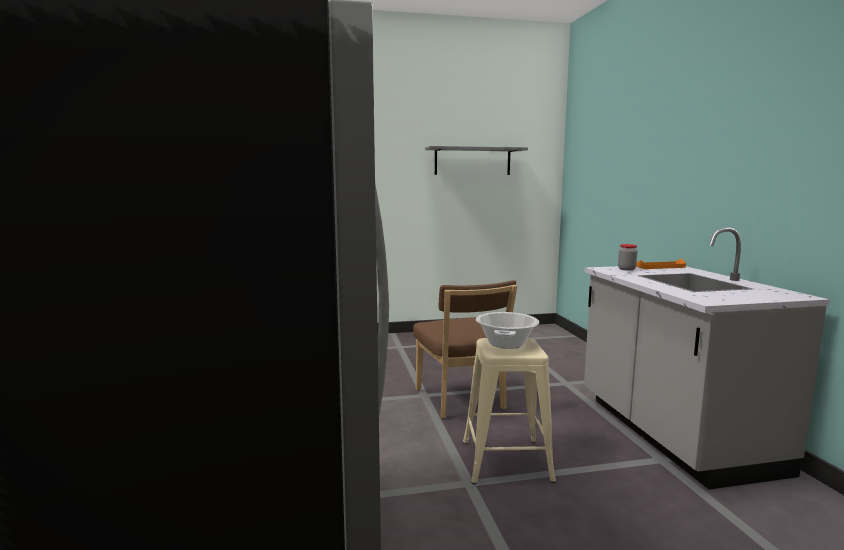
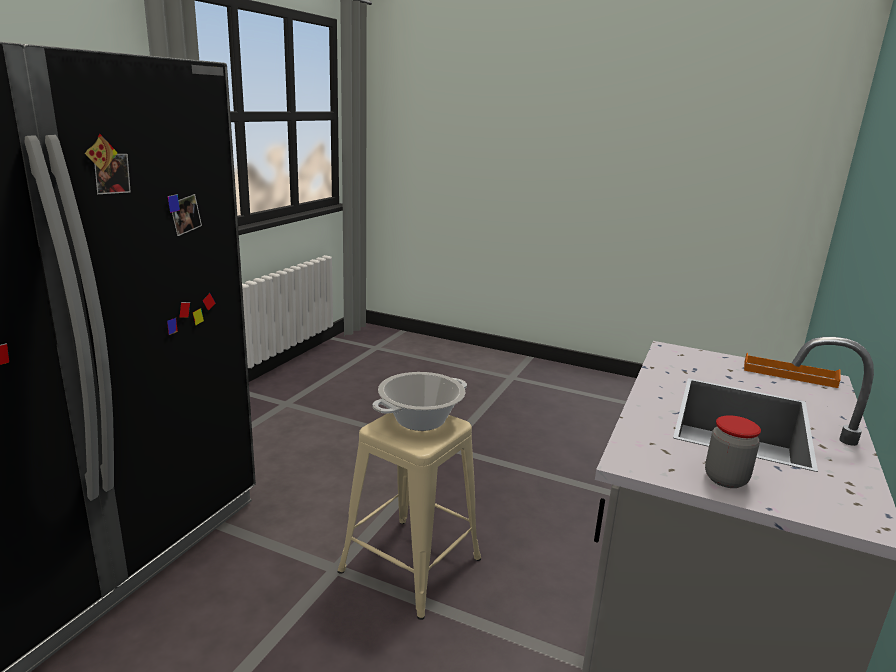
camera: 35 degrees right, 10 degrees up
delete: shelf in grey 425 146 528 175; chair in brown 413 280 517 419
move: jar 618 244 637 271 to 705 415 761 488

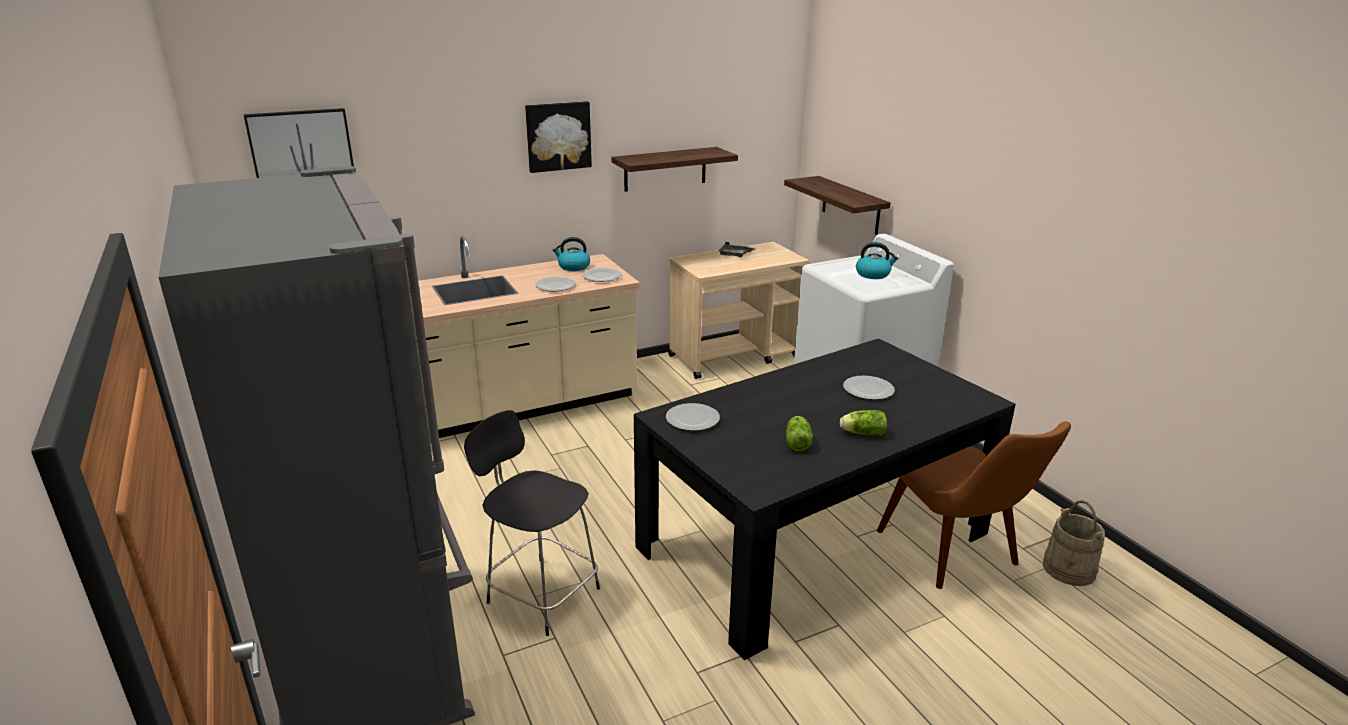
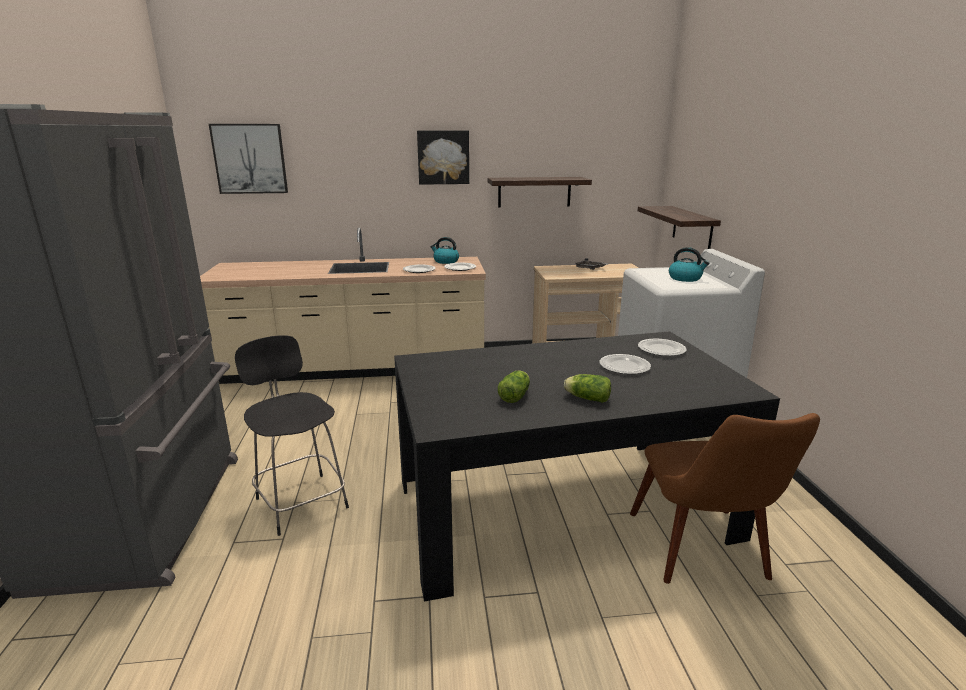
camera: 20 degrees right, 5 degrees down
delete: bucket in beige 1043 500 1105 586
move: plate 666 403 720 431 to 638 339 687 356

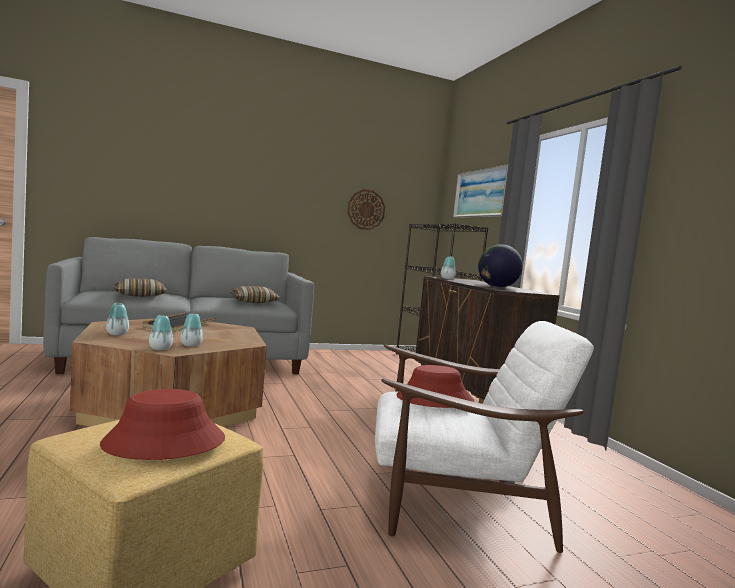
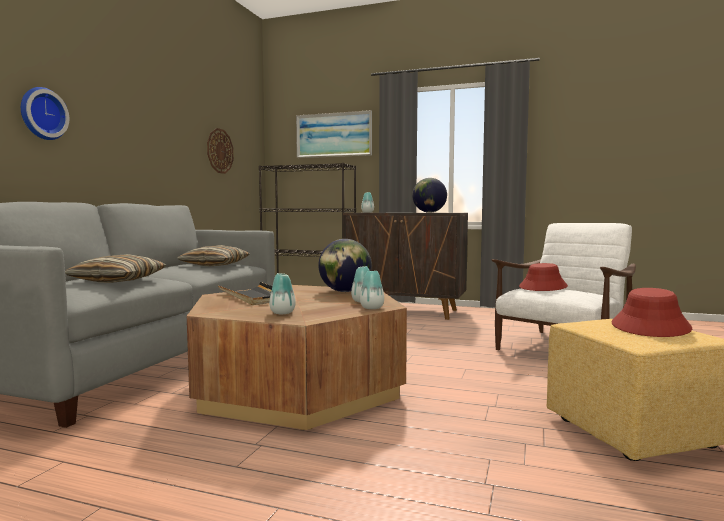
camera: 50 degrees left, 0 degrees up
insert: wall clock 21 87 69 140; globe 318 239 372 292

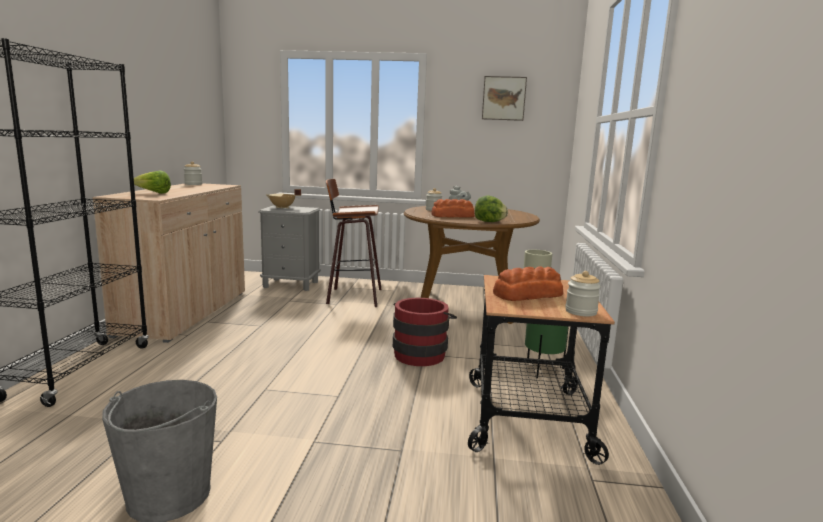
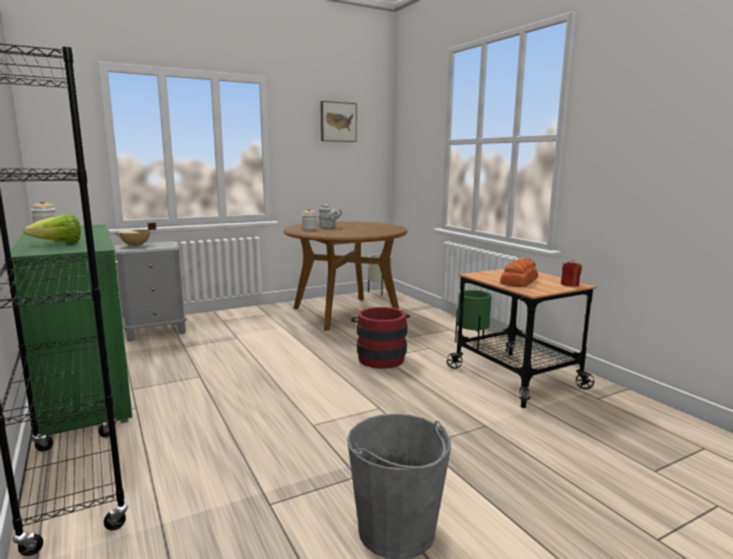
camera: 35 degrees left, 0 degrees up
delete: stool 326 179 381 307; lettuce 475 196 508 222; bread 431 199 475 218
replace: jar 565 271 601 316 to candle in red 561 260 582 287
recolor: cabinet in beige 92 183 245 343 to cabinet in green 10 224 132 436

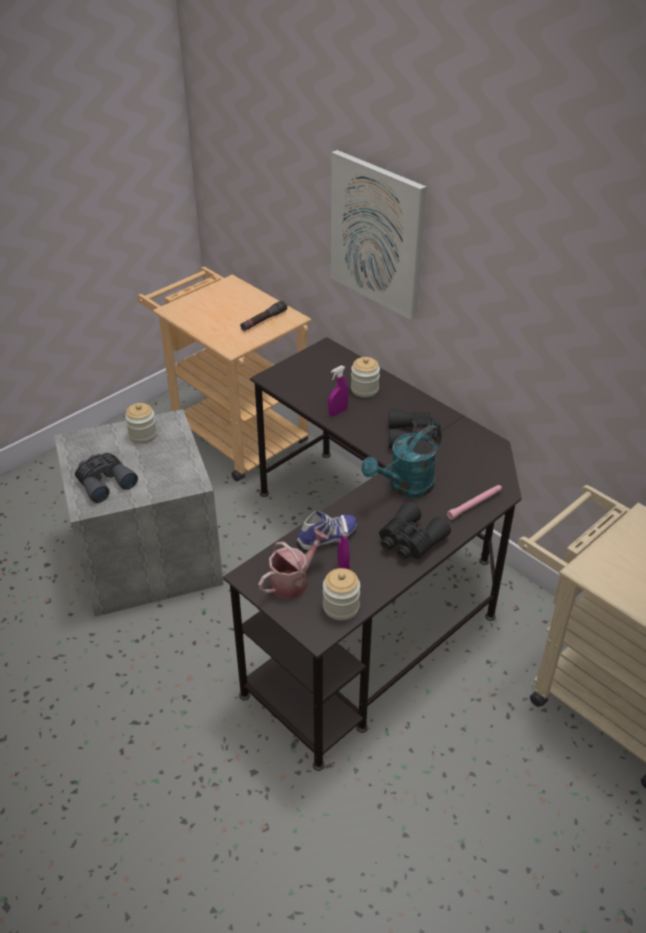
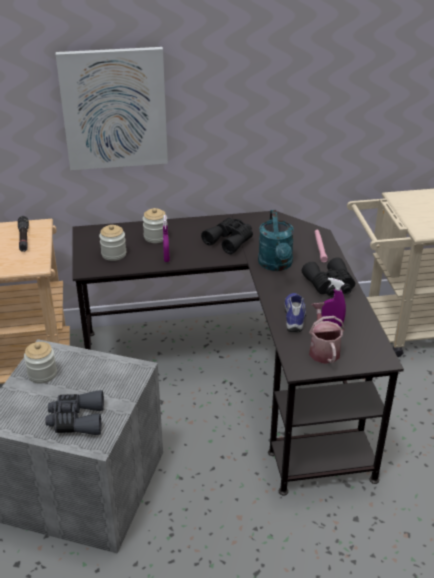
camera: 55 degrees left, 5 degrees down
move: jar 323 568 360 621 to 99 225 126 261

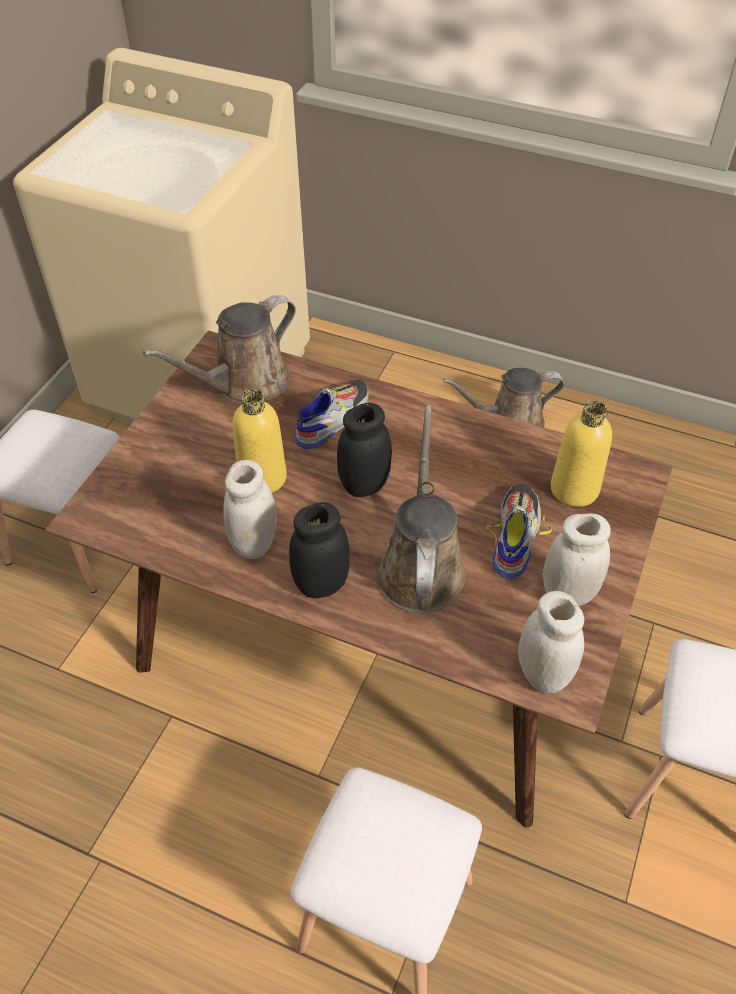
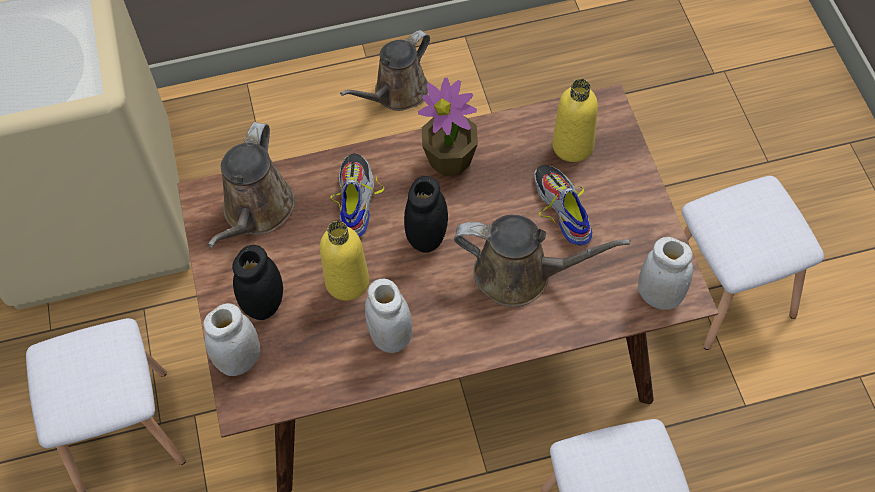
camera: 35 degrees left, 10 degrees up
insert: potted plant 418 78 478 176
move: jar in black 289 502 350 598 to 232 245 283 320; jar in white 543 513 611 606 to 203 303 260 376
rotate: watering can in brown 376 405 465 613 = 454 214 631 307 135 degrees clockwise

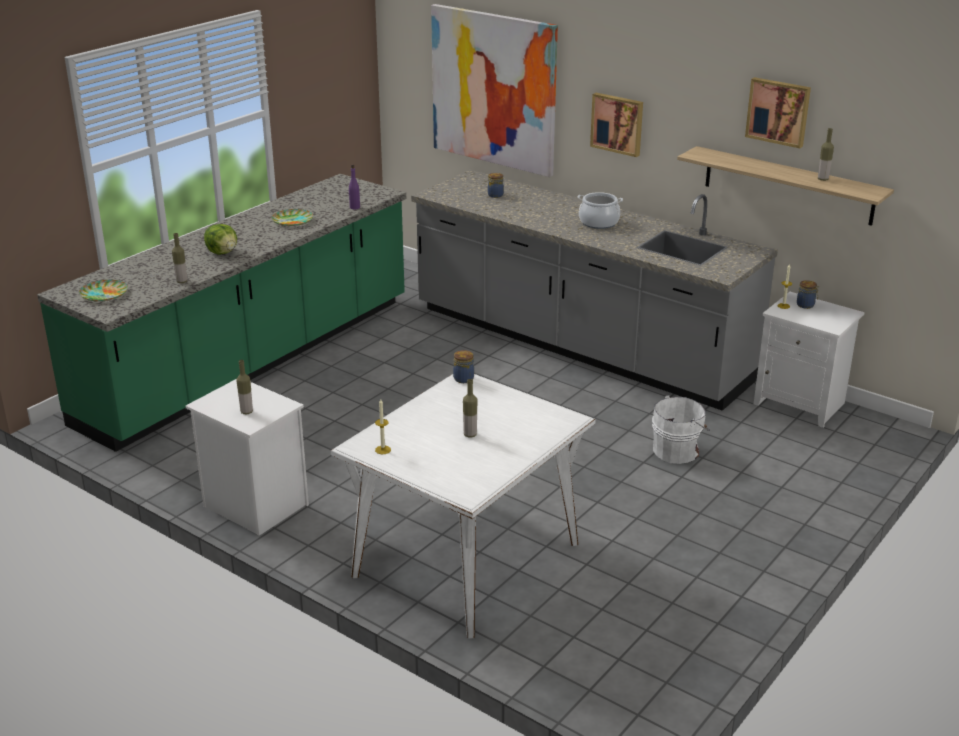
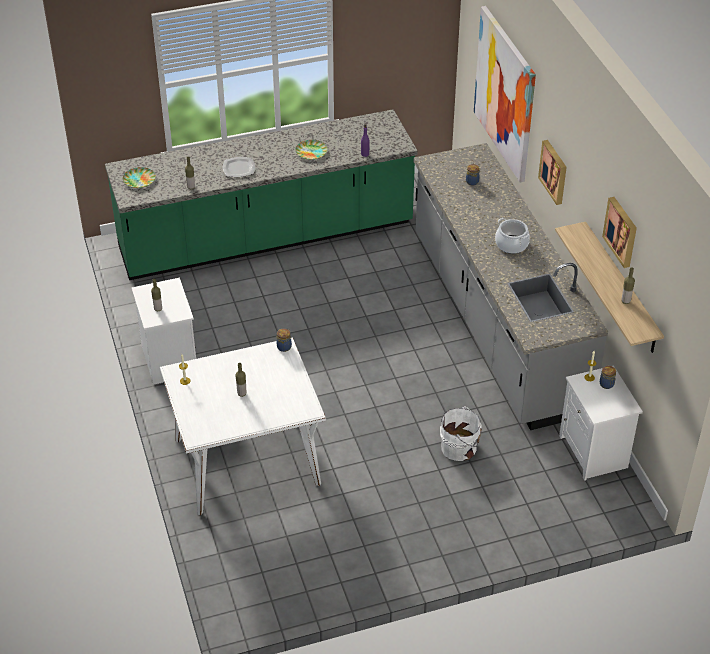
camera: 35 degrees right, 15 degrees up
replace: lettuce 204 224 237 255 to plate 223 157 255 177

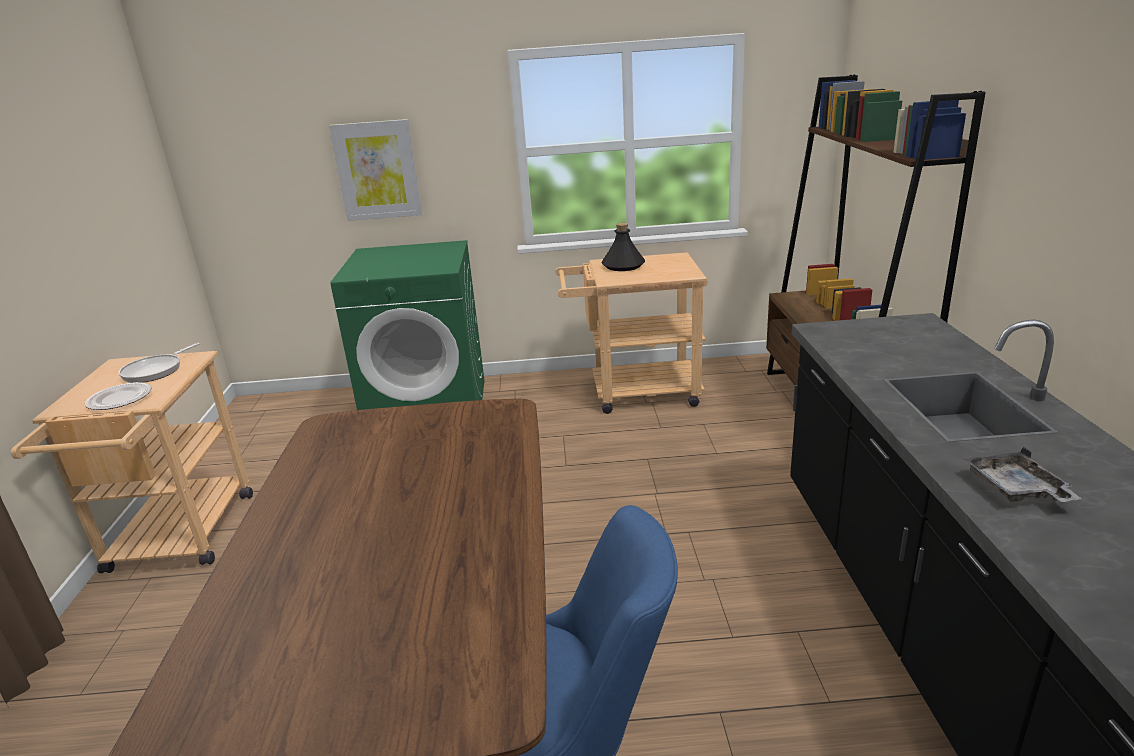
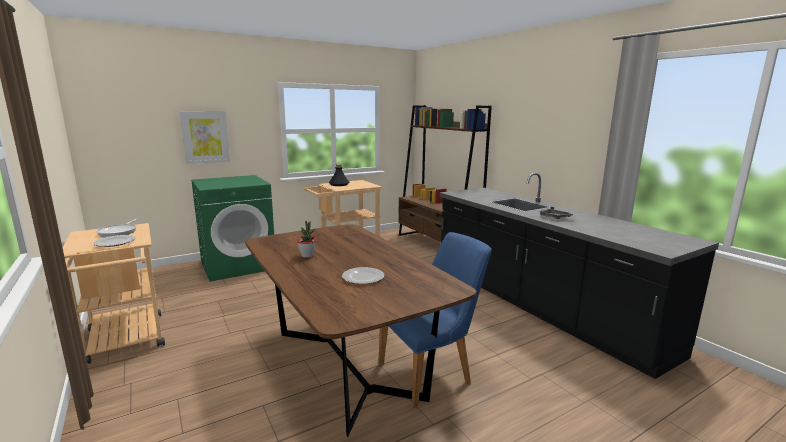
camera: 30 degrees left, 10 degrees down
insert: potted plant 297 221 316 258; plate 342 267 384 284

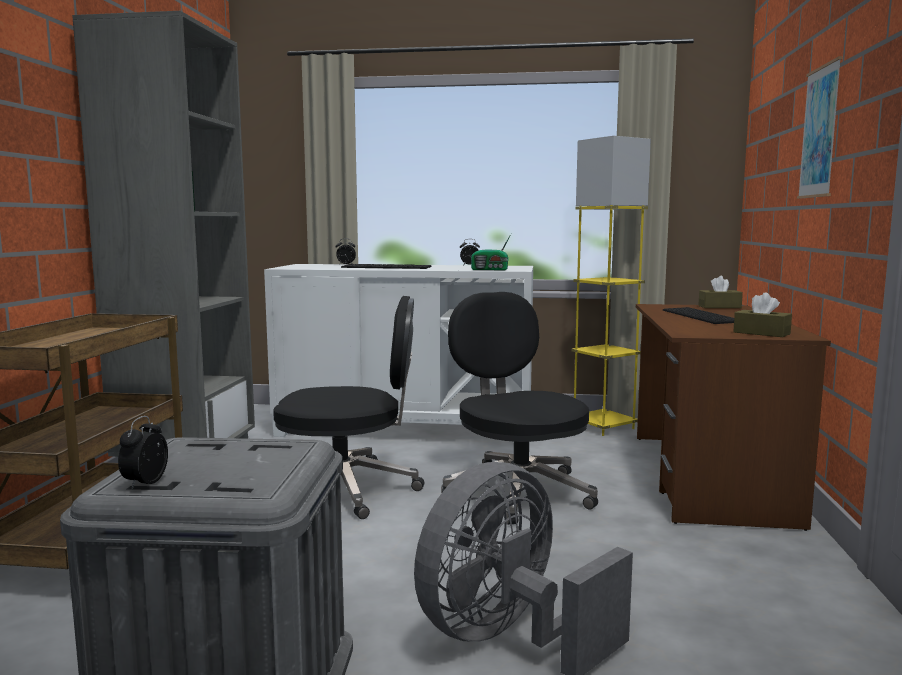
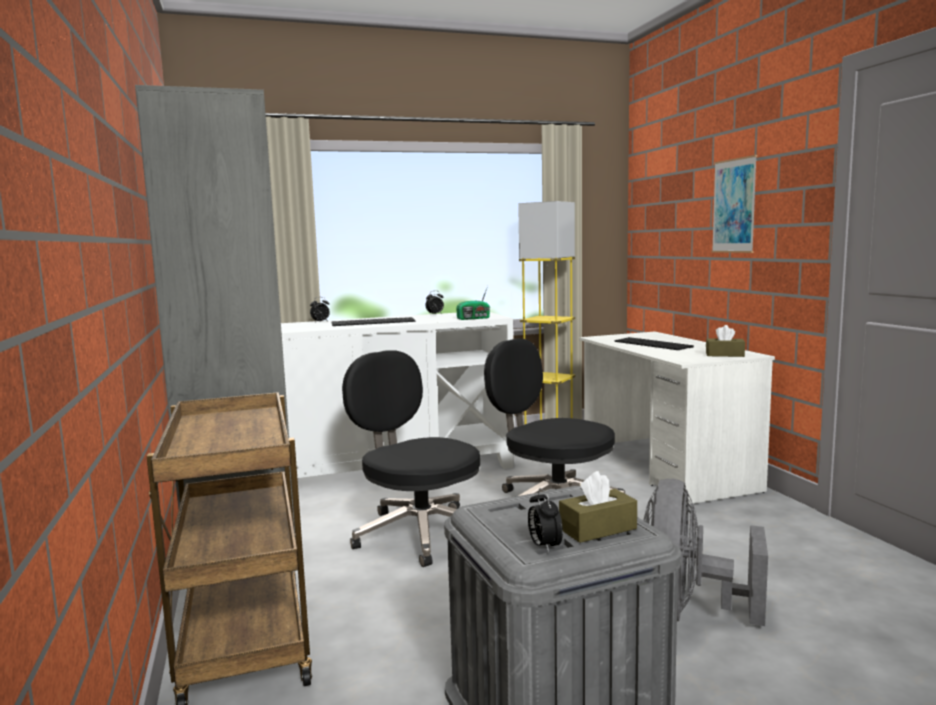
camera: 25 degrees left, 0 degrees up
move: tissue box in brown 698 276 743 308 to 559 471 637 543
recolor: desk in brown 636 304 831 531 to desk in white 579 332 775 504
rotate: office chair in black 273 296 425 519 = 342 350 480 567 105 degrees counterclockwise

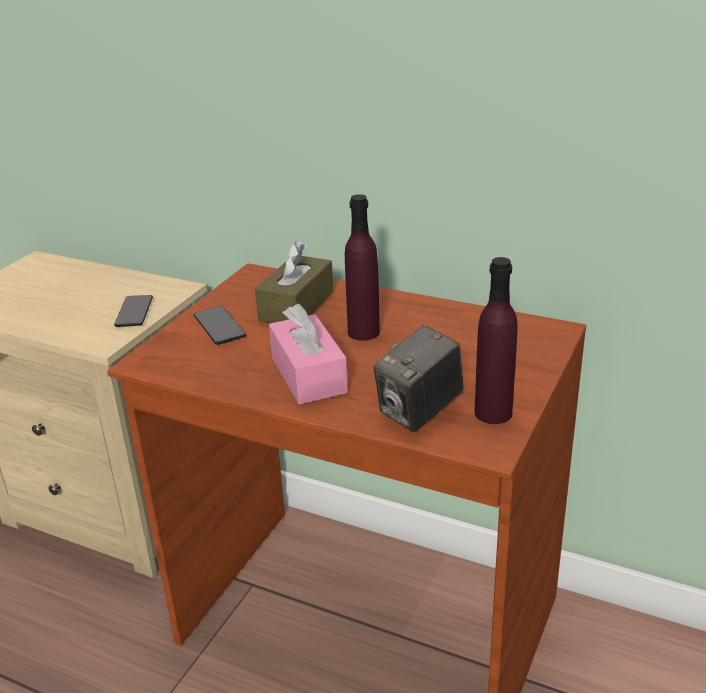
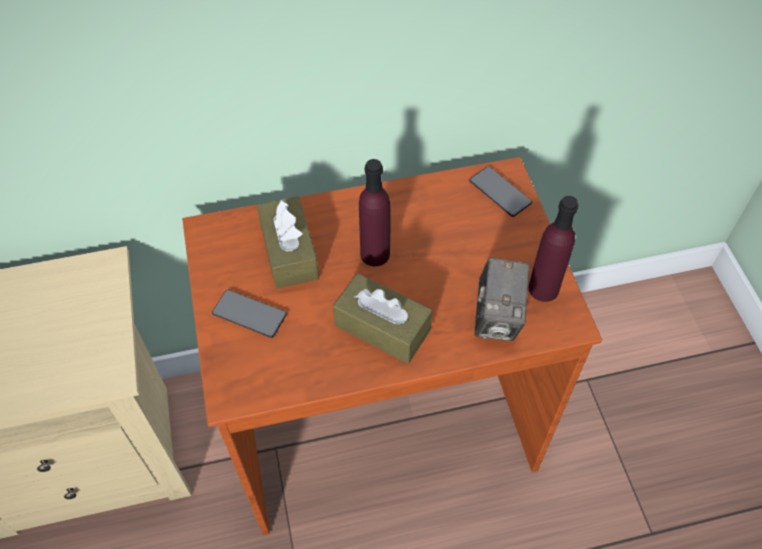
camera: 40 degrees left, 25 degrees up
move: phone 114 295 153 327 to 469 166 532 217
recolor: tissue box in pink 269 303 348 405 to tissue box in brown 333 273 432 364

